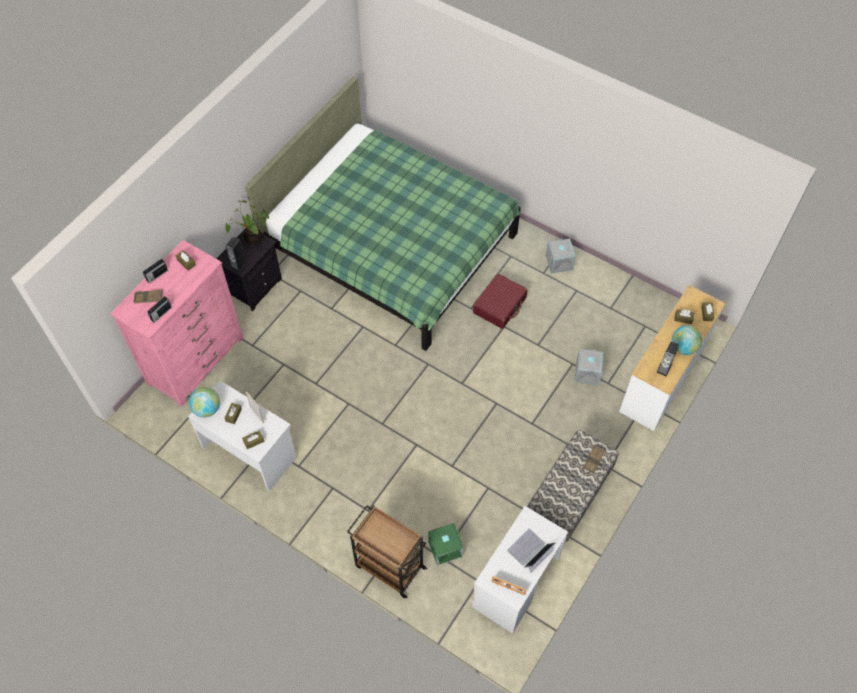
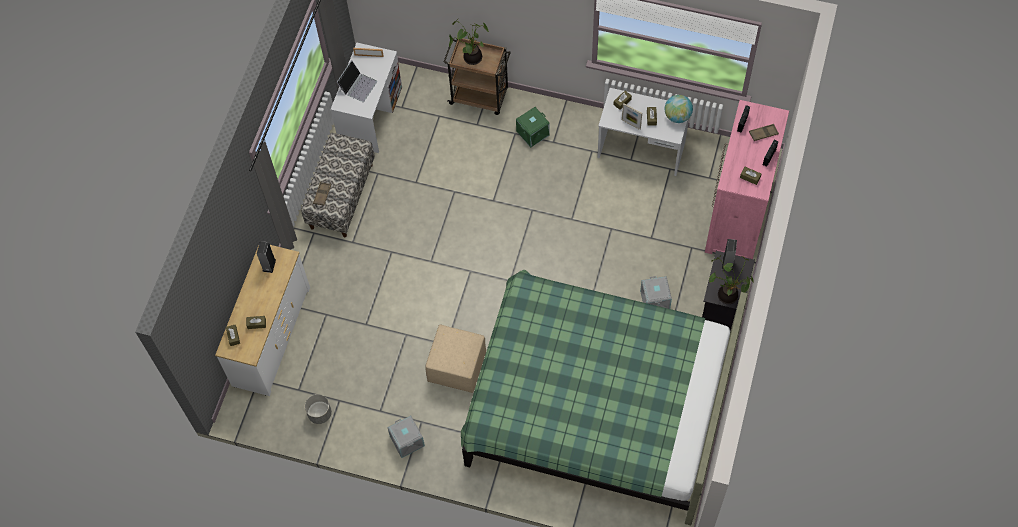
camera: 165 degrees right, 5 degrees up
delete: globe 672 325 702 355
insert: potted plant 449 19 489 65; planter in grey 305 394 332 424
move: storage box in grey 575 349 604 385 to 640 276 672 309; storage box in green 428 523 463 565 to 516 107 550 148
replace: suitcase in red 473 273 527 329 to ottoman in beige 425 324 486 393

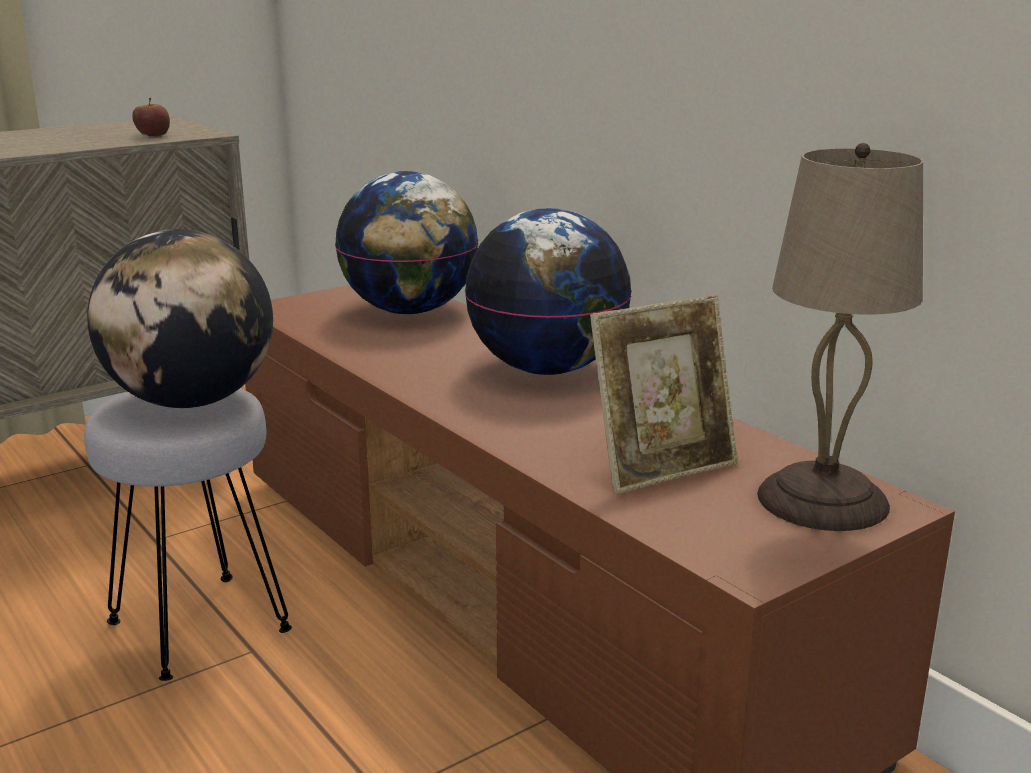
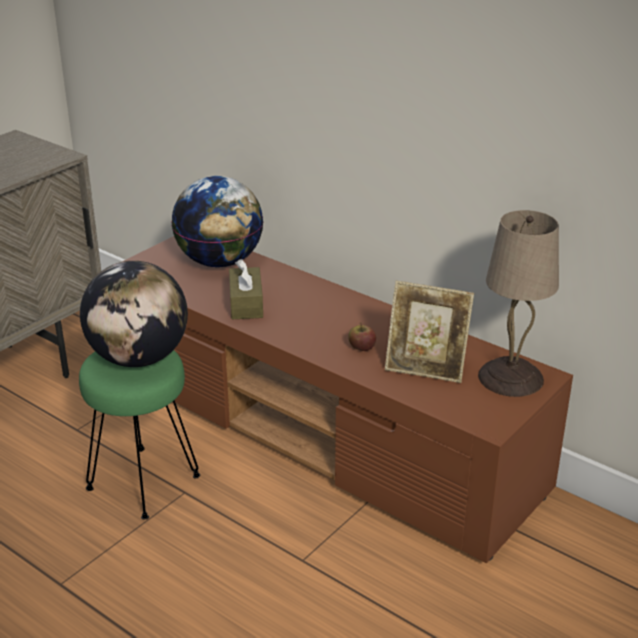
camera: 15 degrees left, 10 degrees up
delete: globe 465 208 632 375
insert: tissue box in brown 229 259 263 319
move: apple 132 98 170 137 to 348 322 376 351
recolor: stool in grey 84 388 292 681 to stool in green 79 350 200 519
rotate: picture frame 590 295 738 494 = 385 280 474 383 60 degrees clockwise

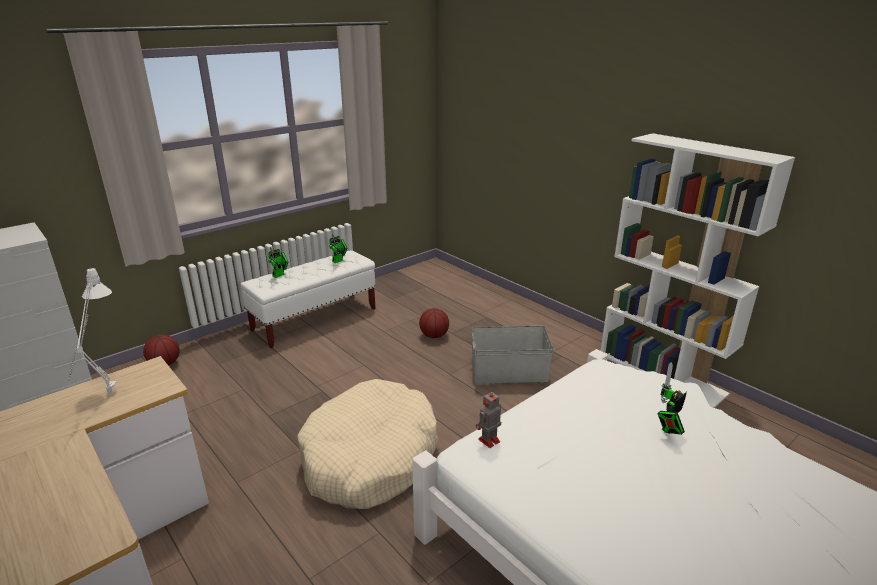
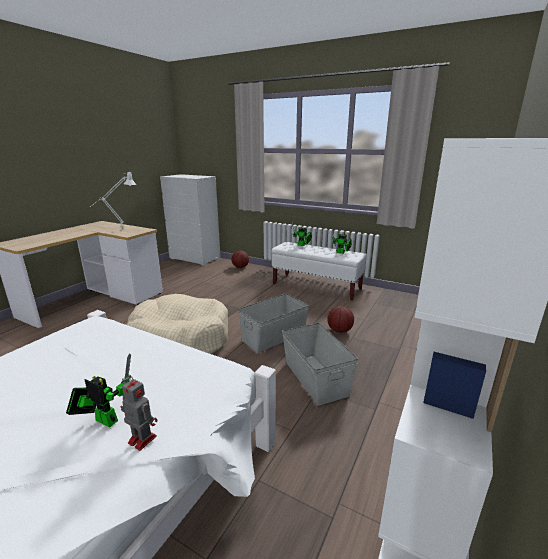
camera: 70 degrees right, 5 degrees down
insert: storage box in grey 238 294 309 353
move: toy robot 476 389 501 448 to 120 376 157 451

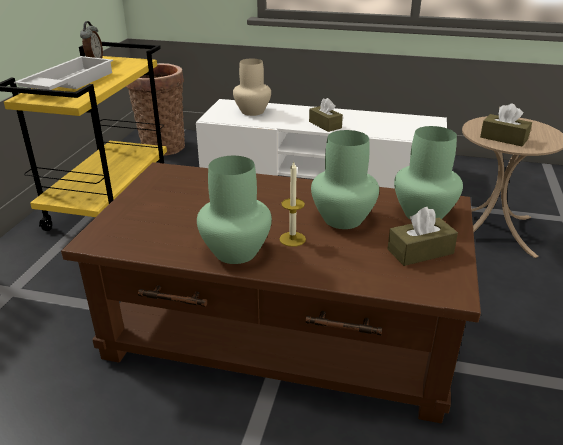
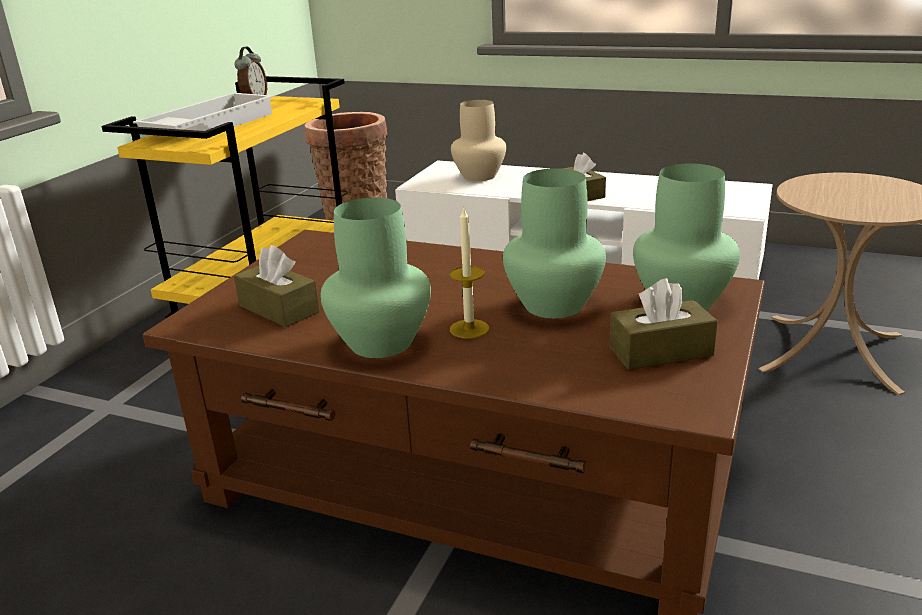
camera: 10 degrees right, 5 degrees down
move: tissue box in brown 480 104 532 146 to 234 245 320 327

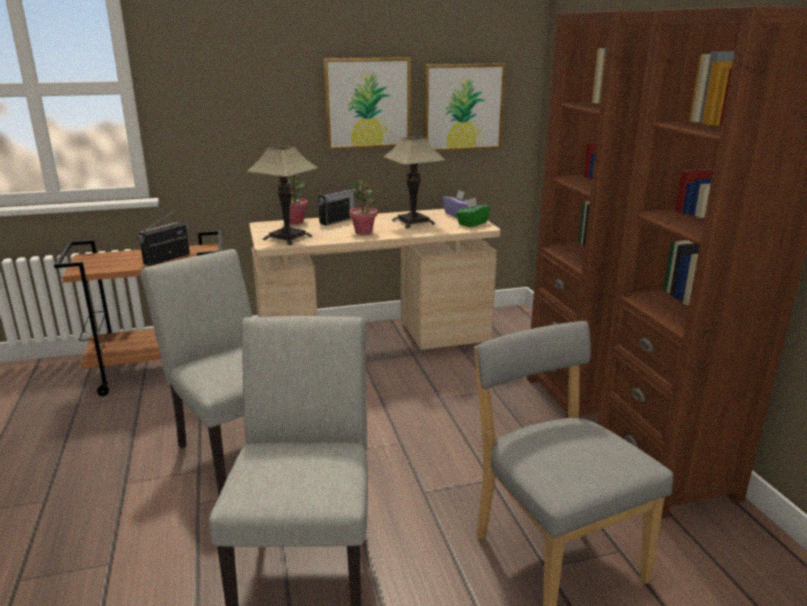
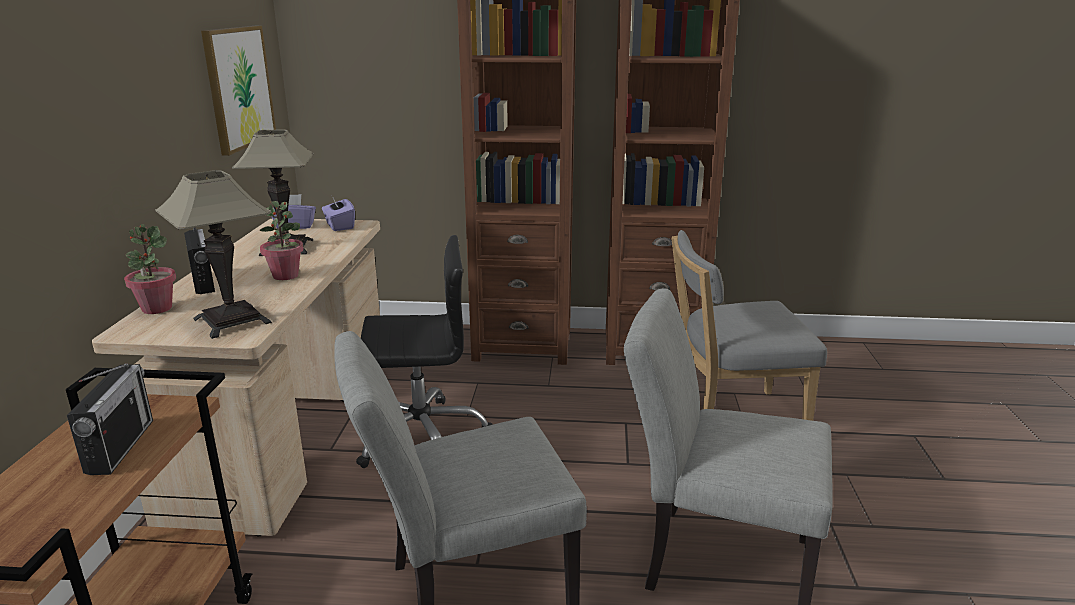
camera: 70 degrees left, 0 degrees up
delete: picture 323 57 411 150
insert: office chair in black 356 235 493 468
recolor: tissue box in green 456 197 491 227 to tissue box in purple 322 198 355 231
rotate: radio 136 210 190 266 = 67 363 153 475 150 degrees counterclockwise

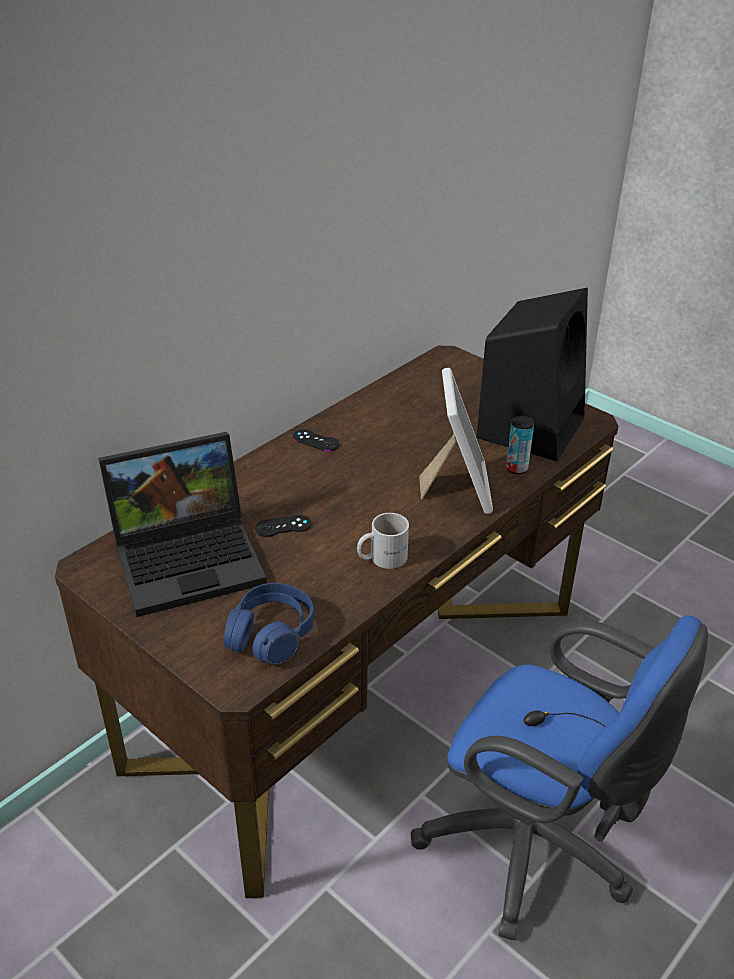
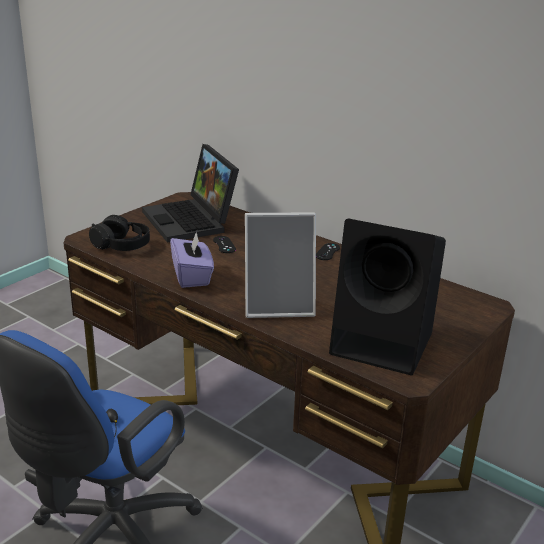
camera: 85 degrees right, 10 degrees down
delete: can 506 416 534 474
replace: mug in white 357 513 409 569 to tissue box in purple 170 231 214 288
recolor: headphones in blue 224 583 314 665 to headphones in black 89 215 150 251

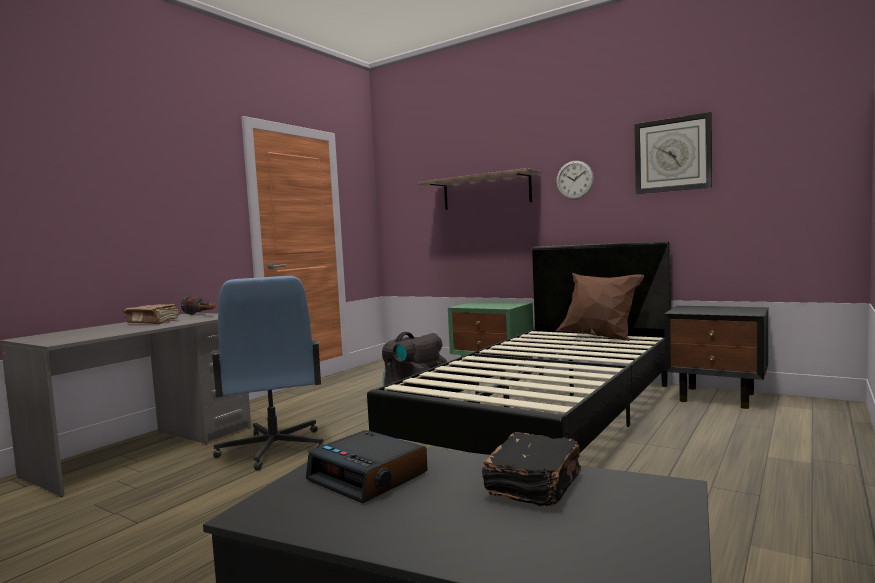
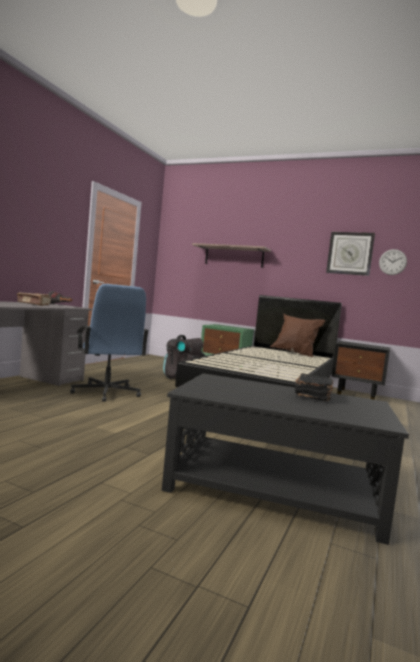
camera: 10 degrees left, 0 degrees up
delete: alarm clock 306 430 428 503
move: wall clock 556 161 594 200 to 379 249 407 275

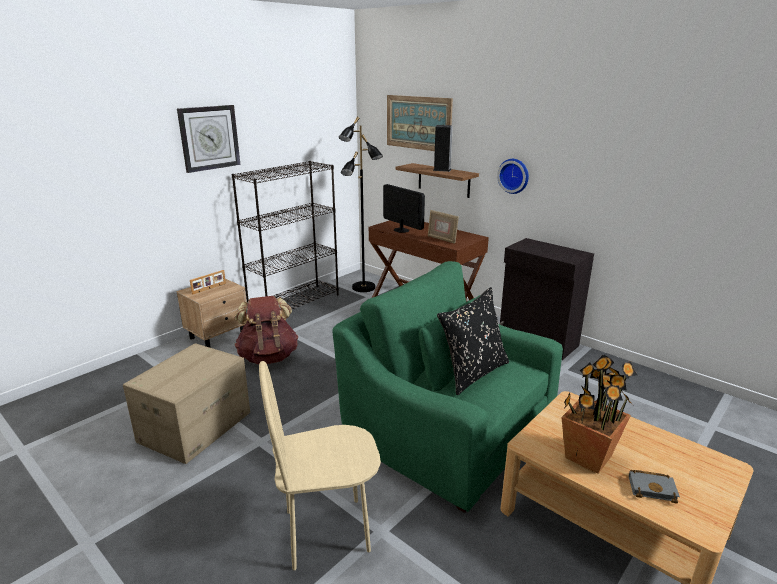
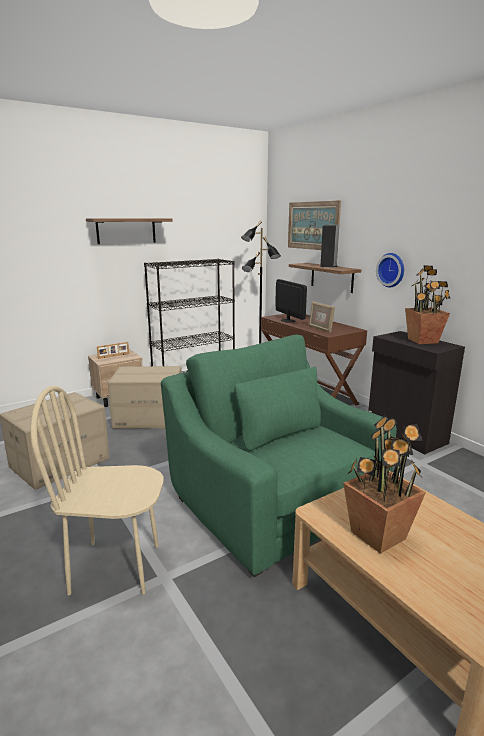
camera: 15 degrees right, 5 degrees down
delete: pillow in black 437 287 509 395; book in grey 629 470 680 503
insert: potted plant 405 265 450 344
replace: wall clock 177 105 240 173 to shelf 86 218 173 244; backpack in brown 234 296 299 365 to cardboard box 108 366 182 429

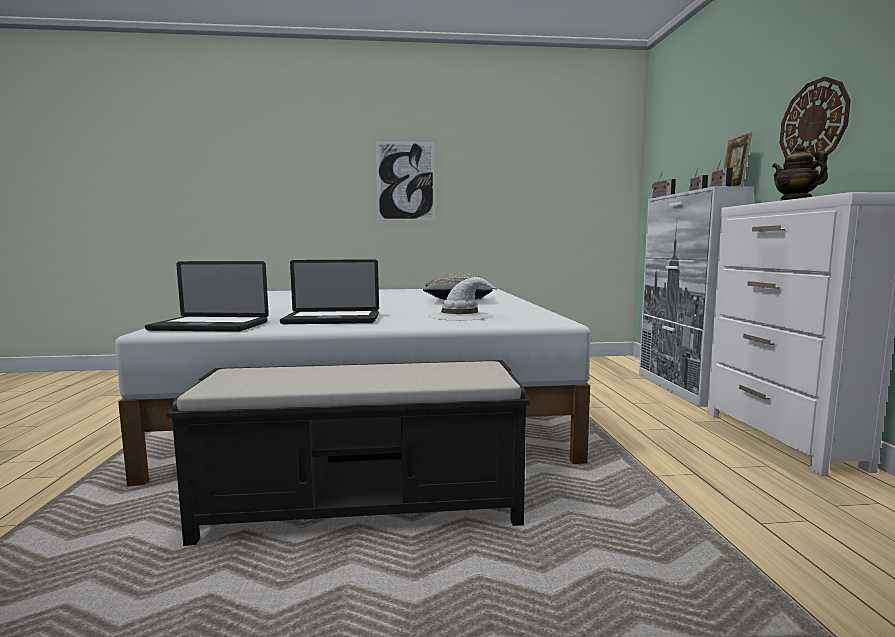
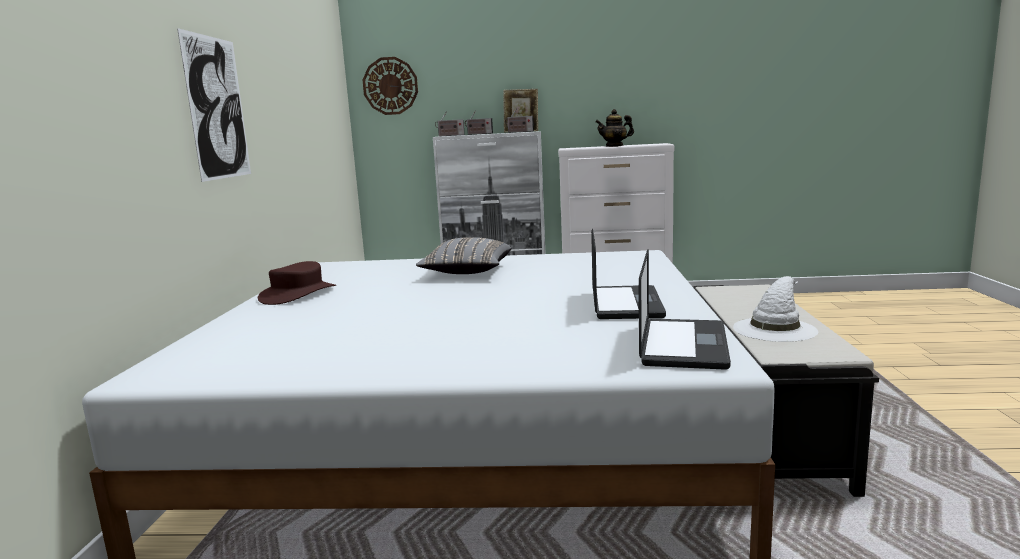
camera: 80 degrees left, 5 degrees up
insert: hat in brown 258 261 336 305
move: wall clock 780 76 851 163 to 363 57 418 115; hat in white 428 277 500 321 to 733 276 818 342

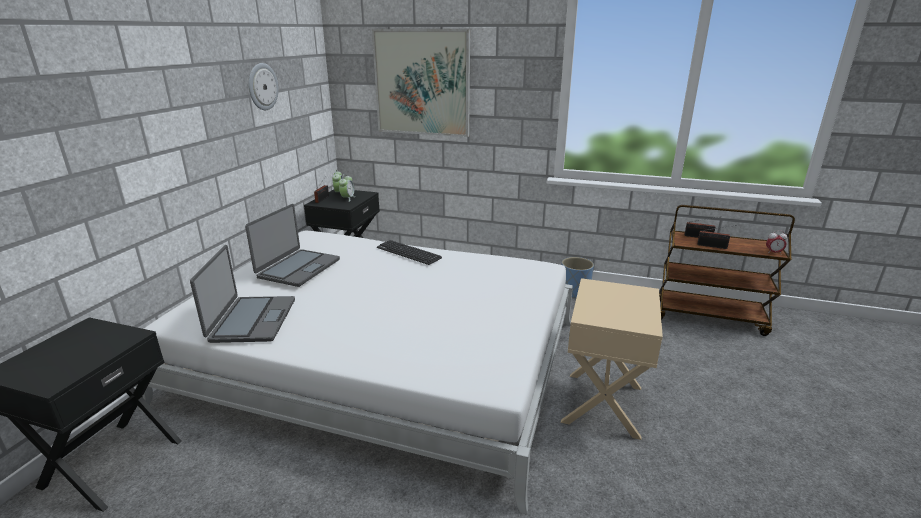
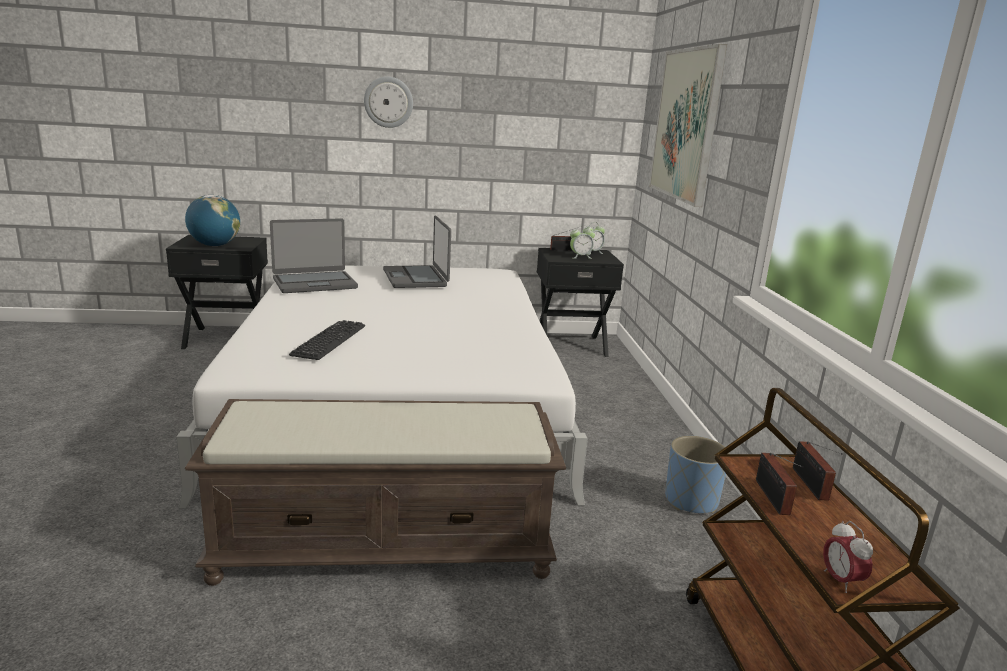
camera: 65 degrees right, 5 degrees down
insert: globe 185 195 240 246
move: wall clock 249 63 279 110 to 364 76 413 128; keyboard 377 240 442 265 to 289 320 365 360
replace: nightstand in beige 561 278 663 440 to bench in brown 185 399 566 586
rotate: laptop 245 204 340 287 = 383 216 451 288 75 degrees clockwise

